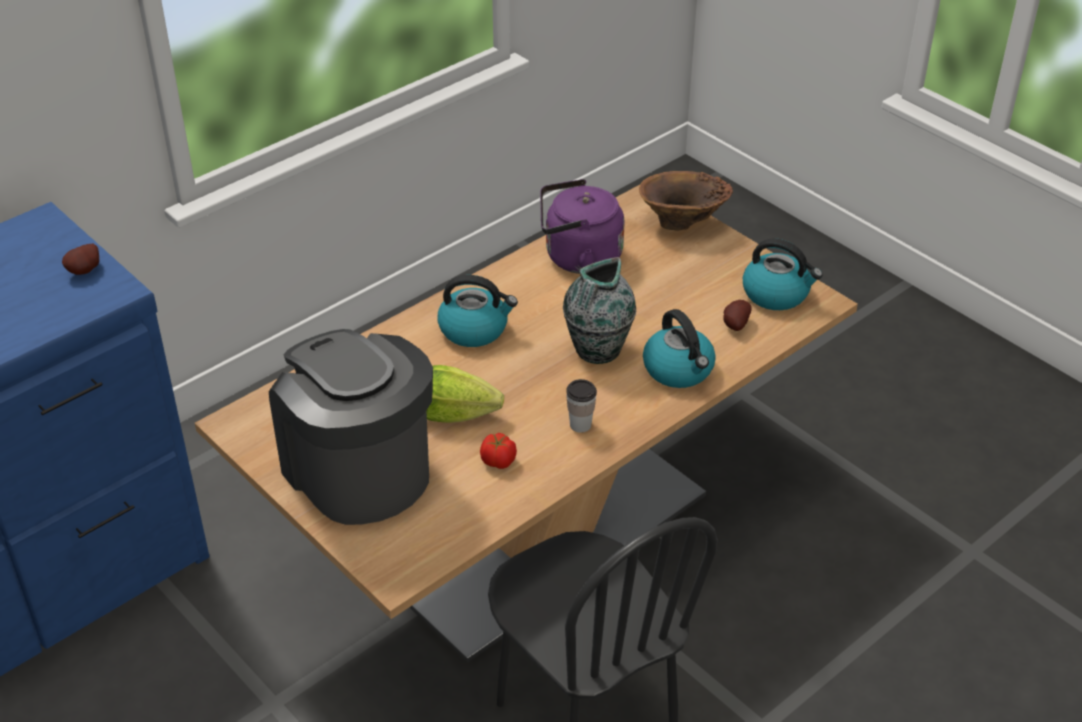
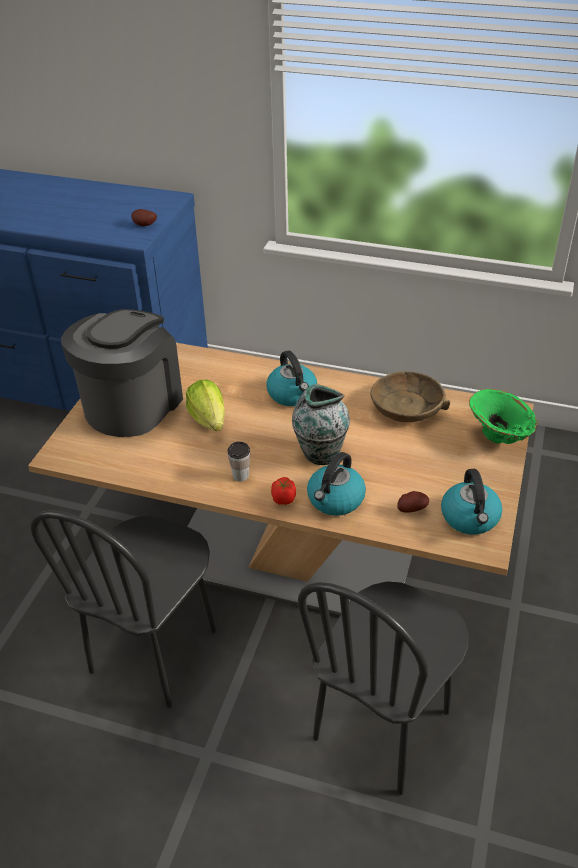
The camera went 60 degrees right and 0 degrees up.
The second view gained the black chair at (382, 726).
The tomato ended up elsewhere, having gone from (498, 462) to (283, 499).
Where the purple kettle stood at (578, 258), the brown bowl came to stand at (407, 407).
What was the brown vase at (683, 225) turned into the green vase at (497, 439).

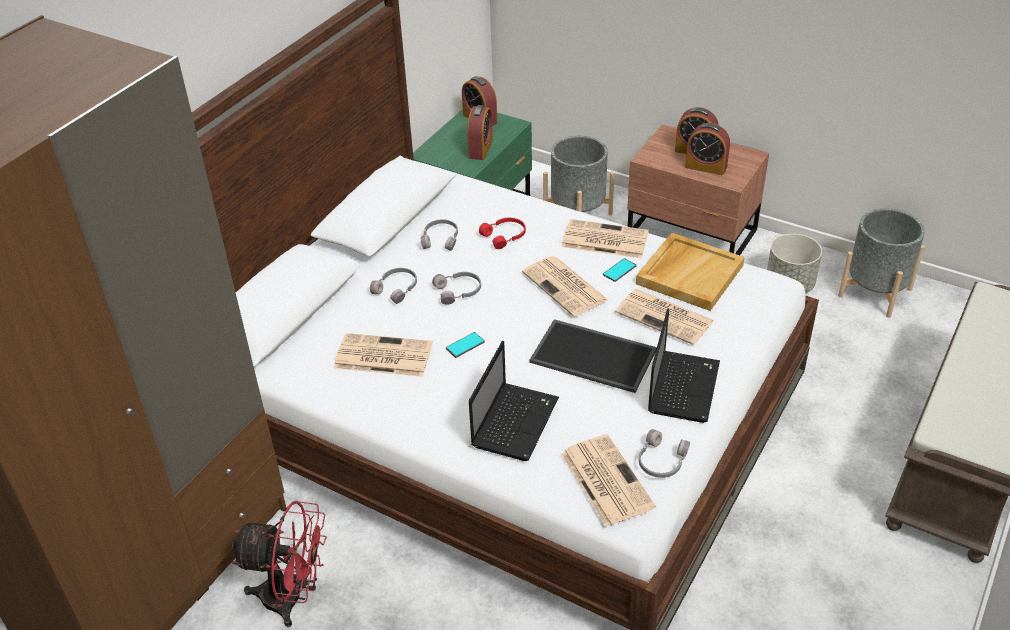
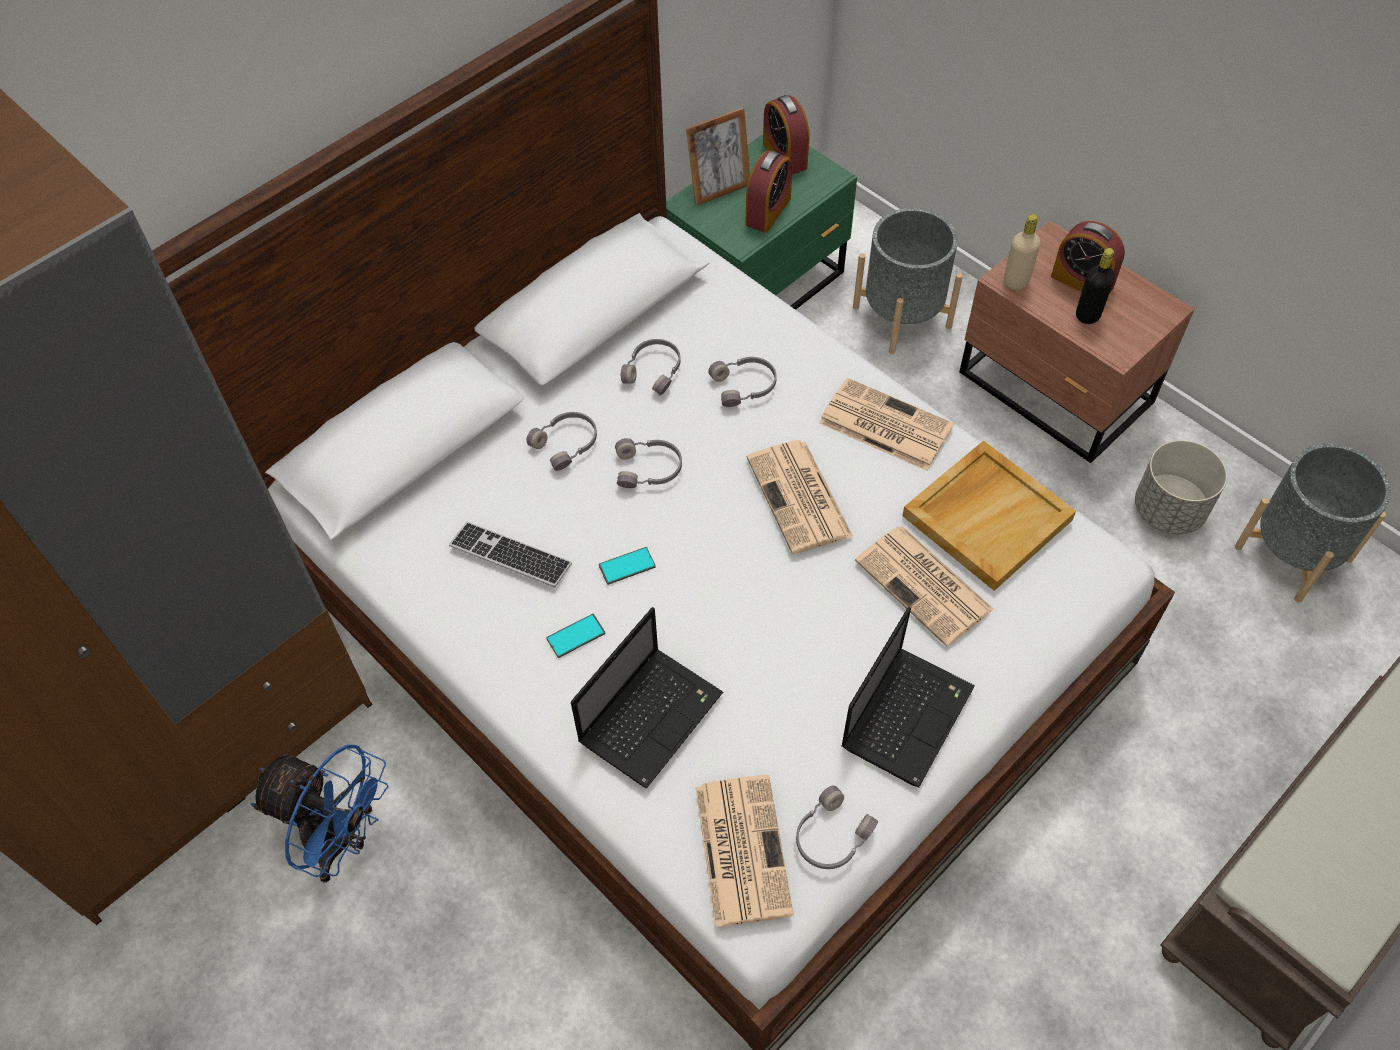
The camera went 15 degrees right and 15 degrees up.
The second view lost the tray at (595, 355).
The second view gained the picture frame at (719, 190).
The second view gained the beige bottle at (1015, 282).
The phone ended up elsewhere, having gone from (619, 270) to (575, 636).
Where the newspaper stood at (382, 356), the keyboard came to stand at (510, 556).
Where the alarm clock stood at (706, 167), the black bottle came to stand at (1087, 315).
What was the red fan at (293, 598) turned into the blue fan at (342, 841).
What was the red headphones at (505, 236) turned into the grey headphones at (745, 386).

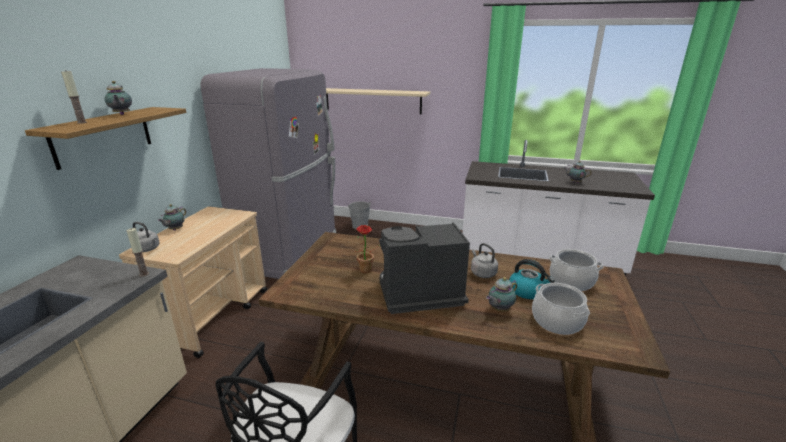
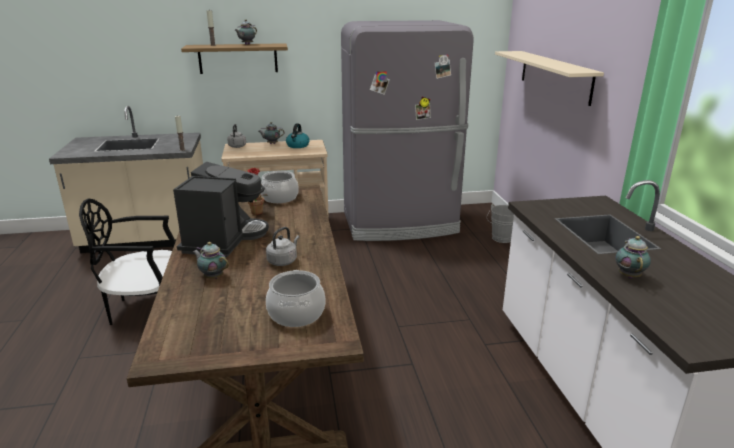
The camera went 65 degrees right and 0 degrees up.
The kettle ended up elsewhere, having gone from (527, 291) to (297, 146).
The cooking pot ended up elsewhere, having gone from (557, 321) to (280, 198).
The coffee machine at (418, 294) ended up facing another way, 45 degrees clockwise from before.

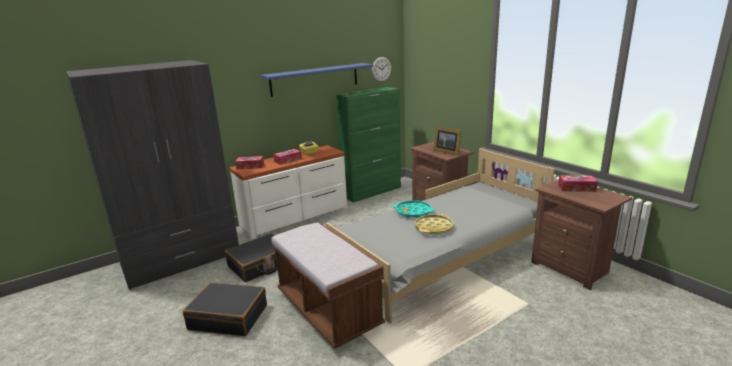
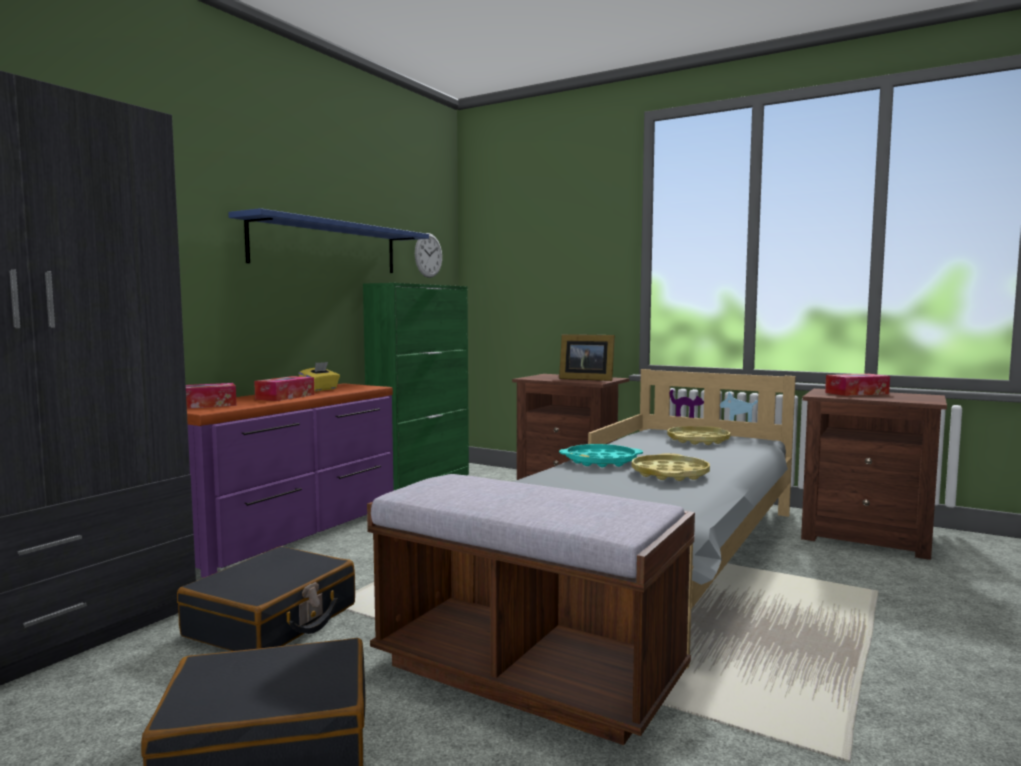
The camera went 25 degrees left and 15 degrees down.
The second view gained the yellow tray at (698, 440).
What was the white dresser at (295, 217) turned into the purple dresser at (291, 533).

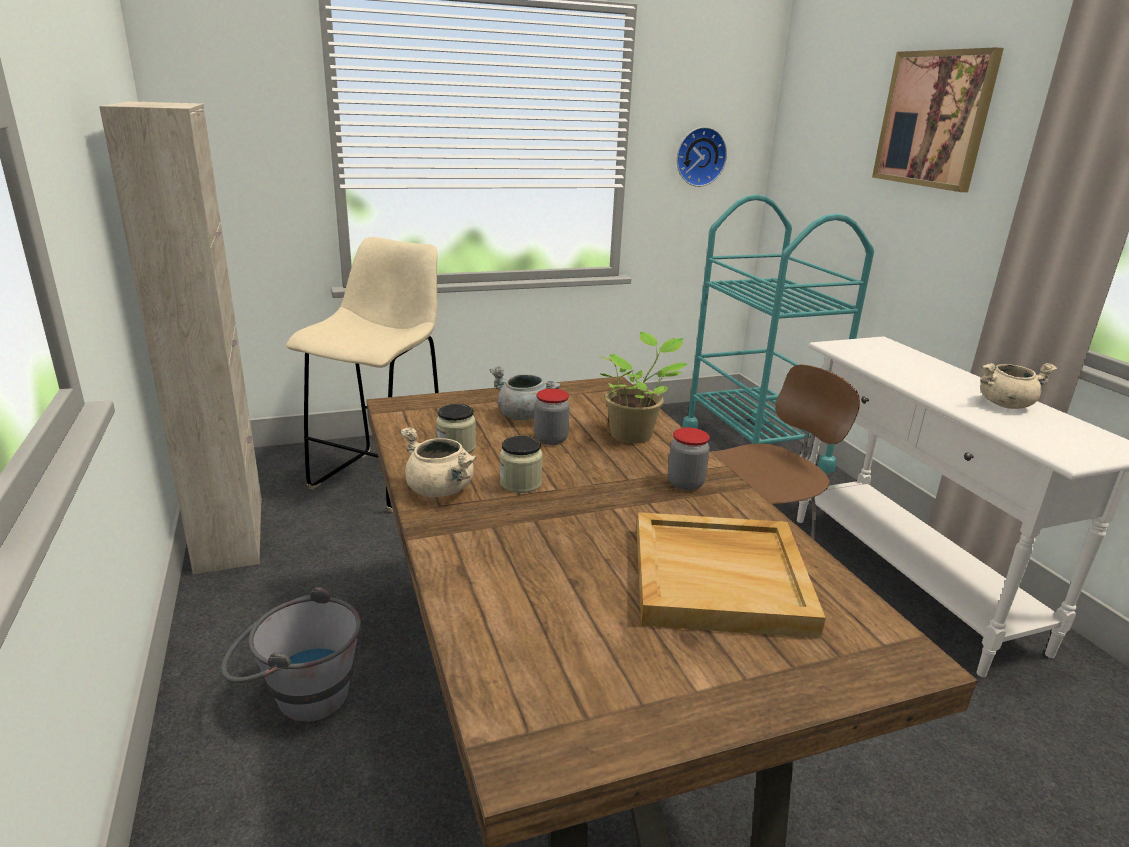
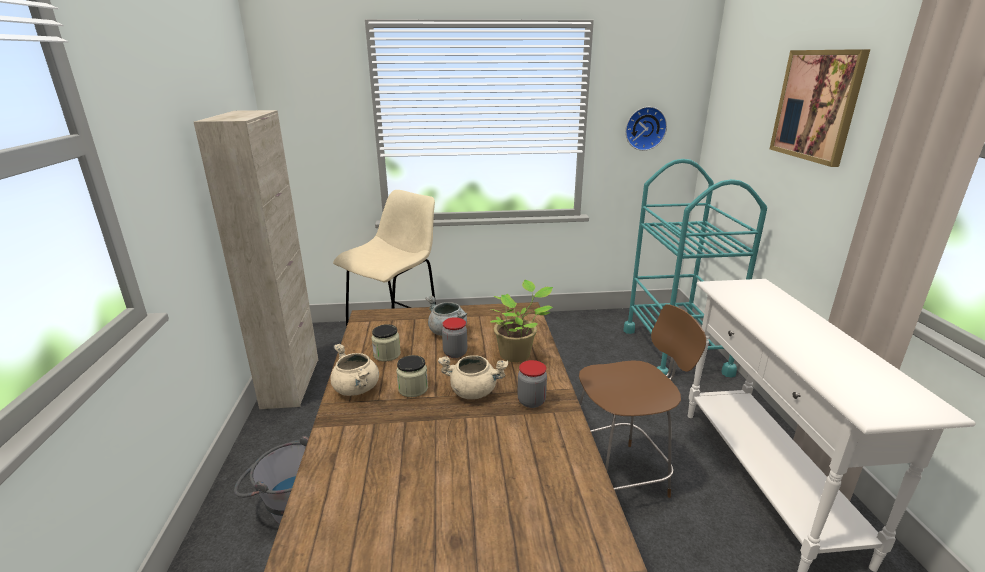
The camera went 15 degrees right and 0 degrees up.
The second view lost the beige tray at (720, 577).
The beige cooking pot ended up elsewhere, having gone from (1005, 404) to (474, 391).

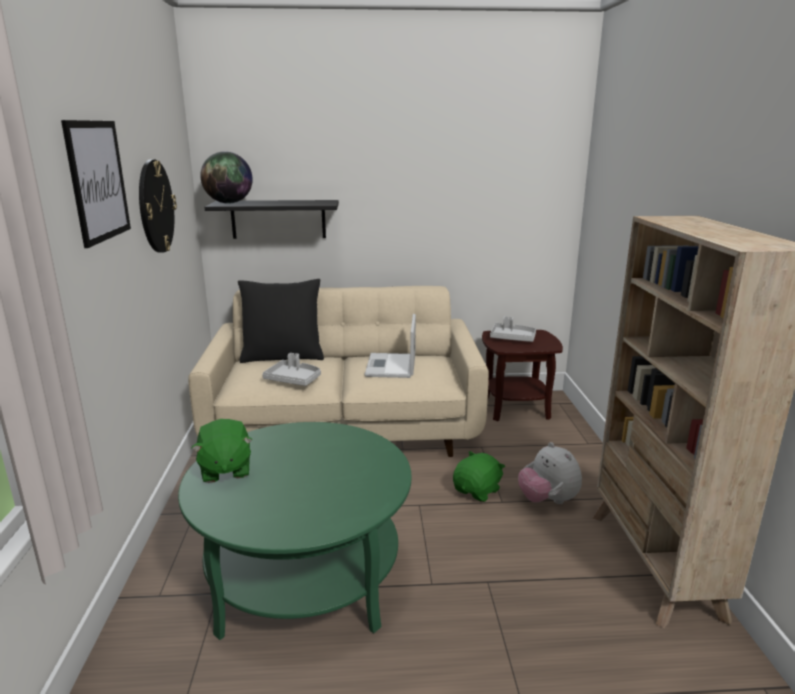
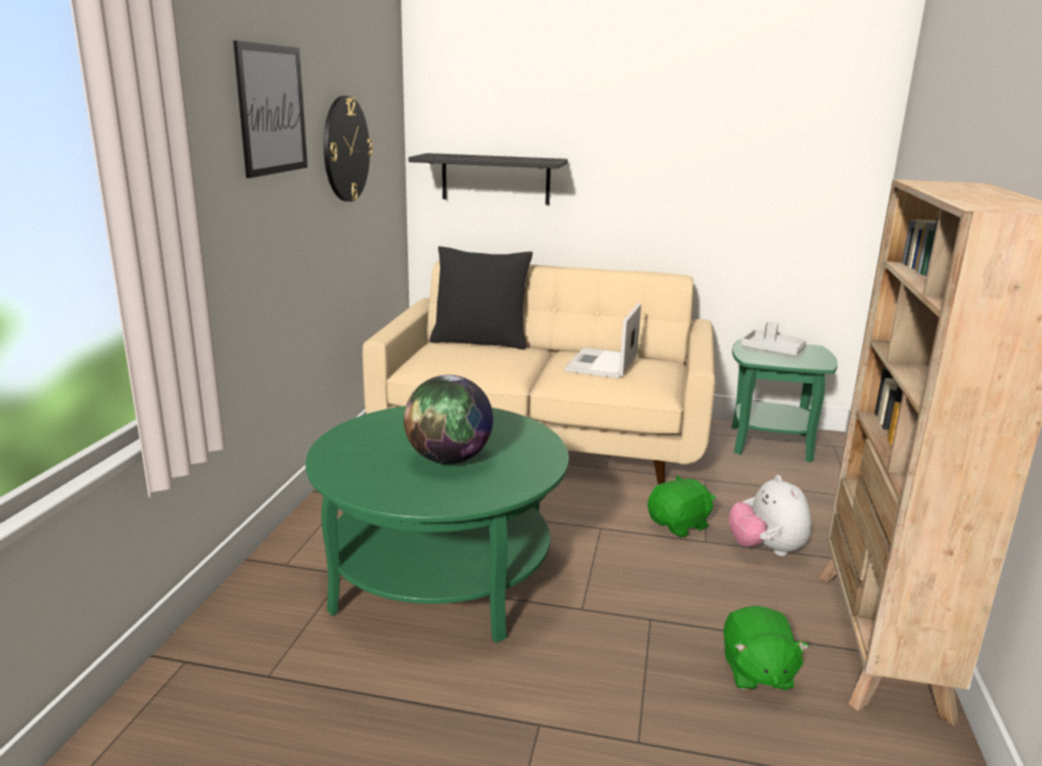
The camera went 15 degrees right and 0 degrees up.
The second view lost the grey tray at (293, 379).
The green plush toy ended up elsewhere, having gone from (225, 469) to (756, 672).
The globe ended up elsewhere, having gone from (229, 203) to (449, 459).
What was the brown side table at (516, 407) turned into the green side table at (770, 443).

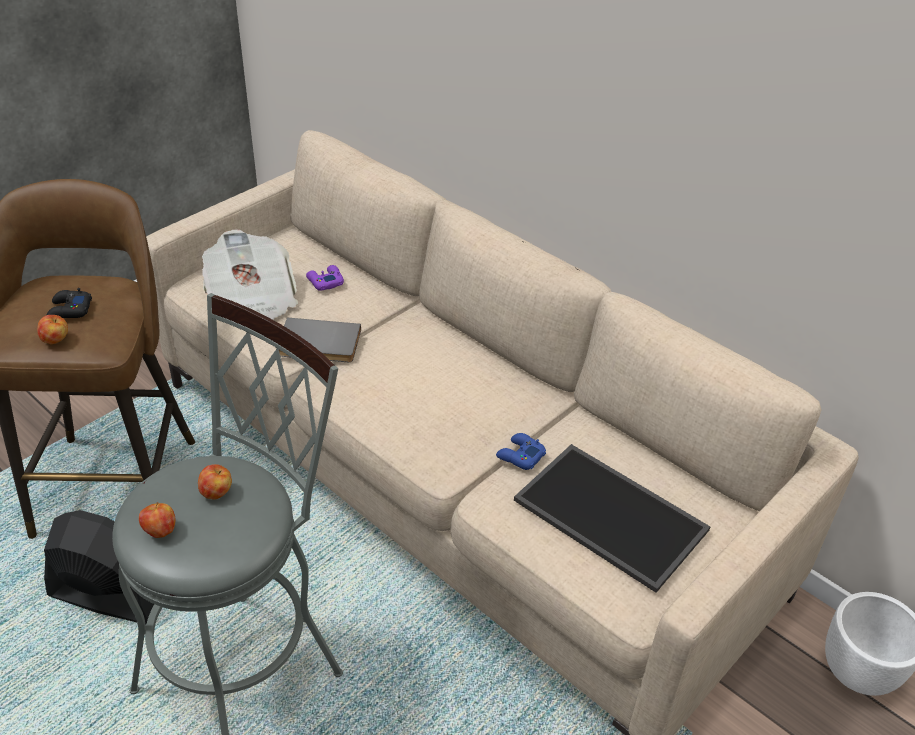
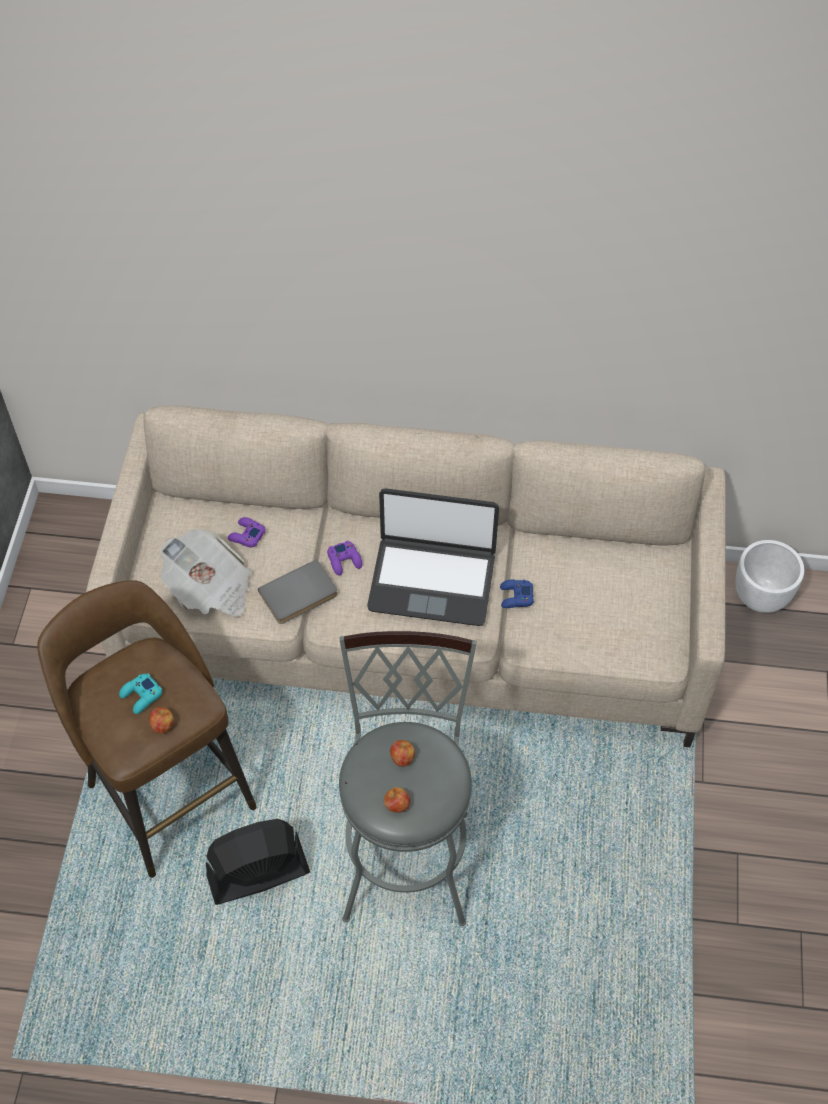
The camera went 35 degrees left and 15 degrees up.
The second view lost the tray at (613, 514).
The second view gained the purple game controller at (344, 560).
The second view gained the laptop at (432, 581).
What was the black game controller at (69, 310) turned into the turquoise game controller at (141, 696).

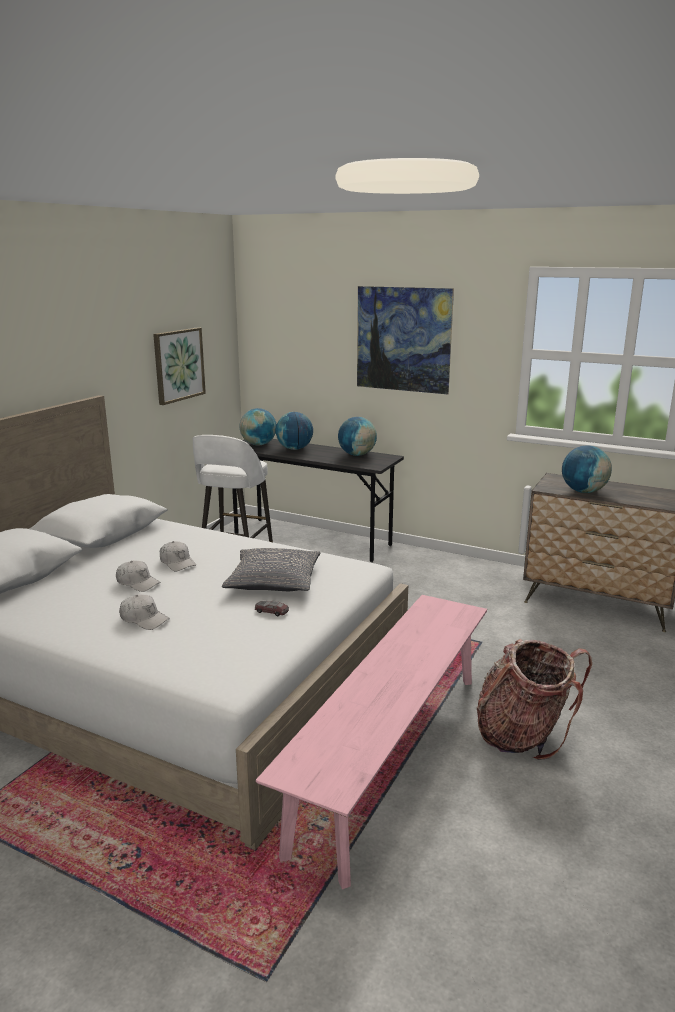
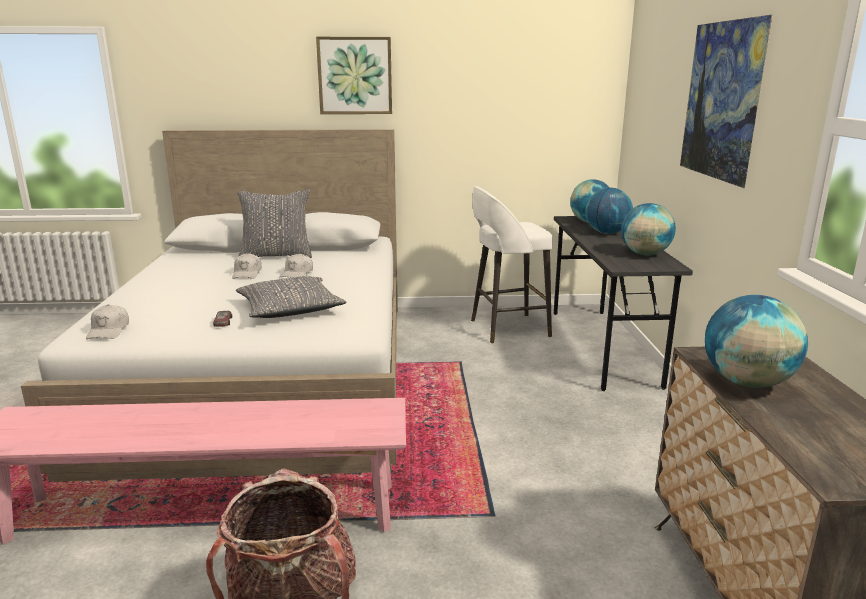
The camera went 60 degrees right and 0 degrees up.
The second view gained the grey pillow at (277, 255).
The white cap ended up elsewhere, having gone from (144, 619) to (109, 330).
The picture ended up elsewhere, having gone from (178, 365) to (355, 76).

